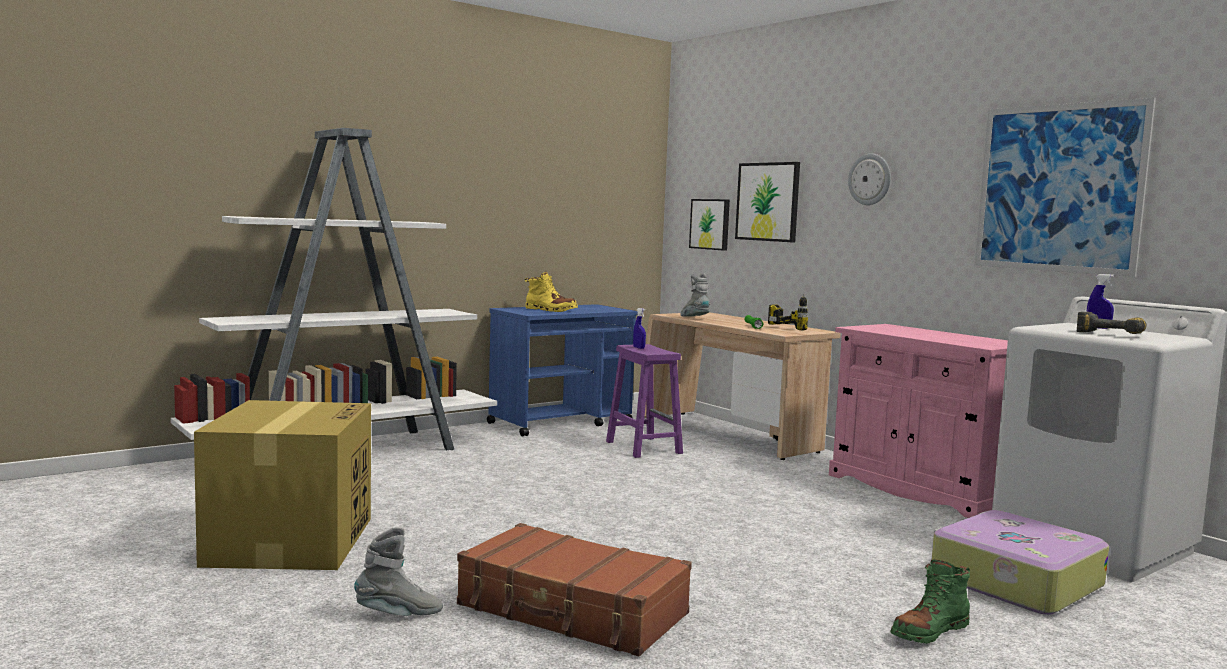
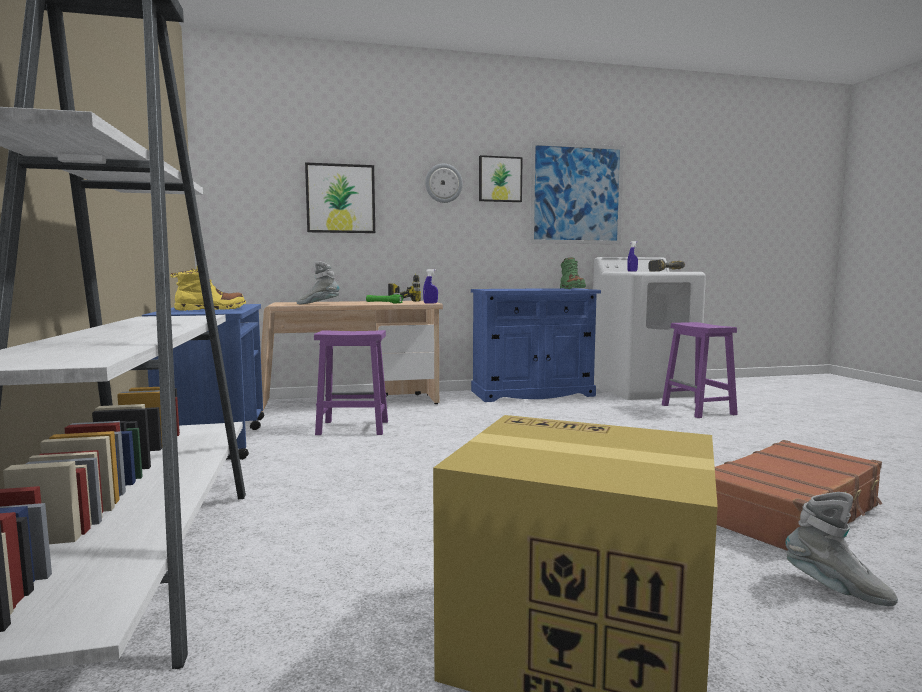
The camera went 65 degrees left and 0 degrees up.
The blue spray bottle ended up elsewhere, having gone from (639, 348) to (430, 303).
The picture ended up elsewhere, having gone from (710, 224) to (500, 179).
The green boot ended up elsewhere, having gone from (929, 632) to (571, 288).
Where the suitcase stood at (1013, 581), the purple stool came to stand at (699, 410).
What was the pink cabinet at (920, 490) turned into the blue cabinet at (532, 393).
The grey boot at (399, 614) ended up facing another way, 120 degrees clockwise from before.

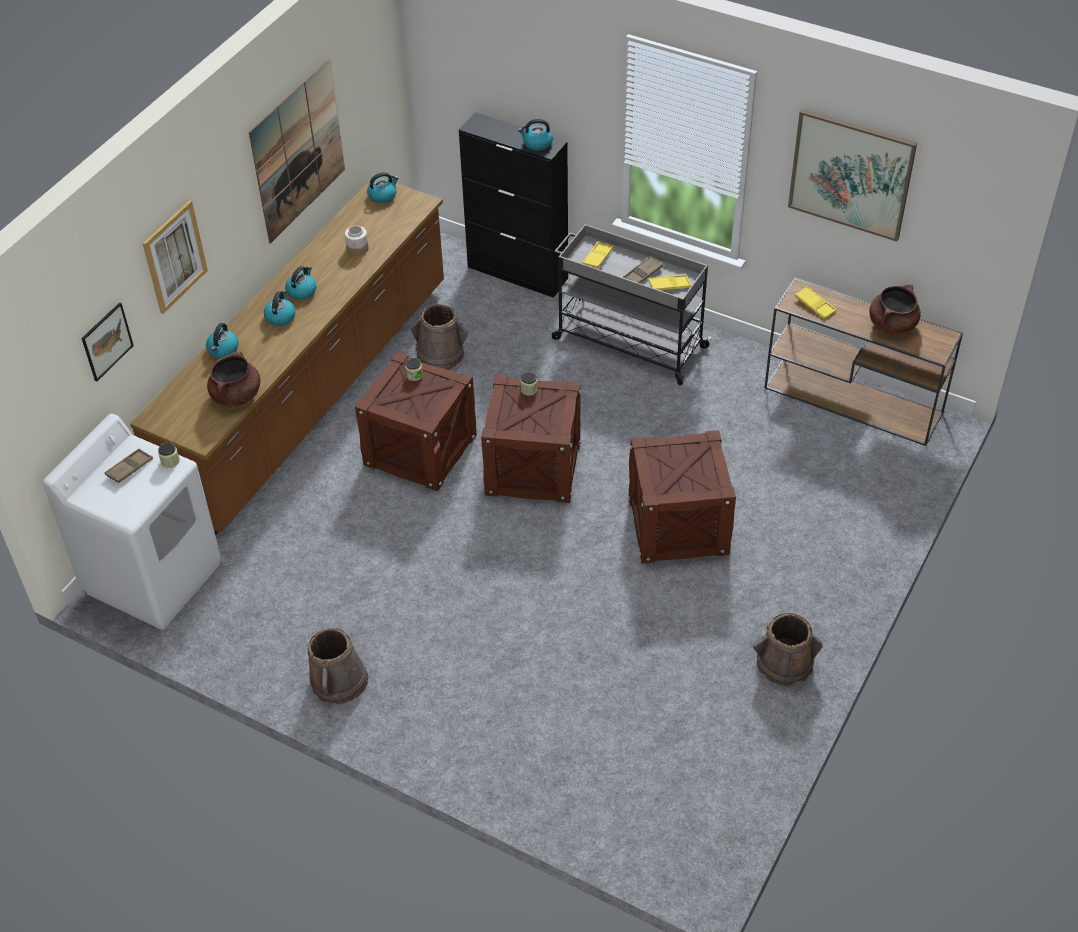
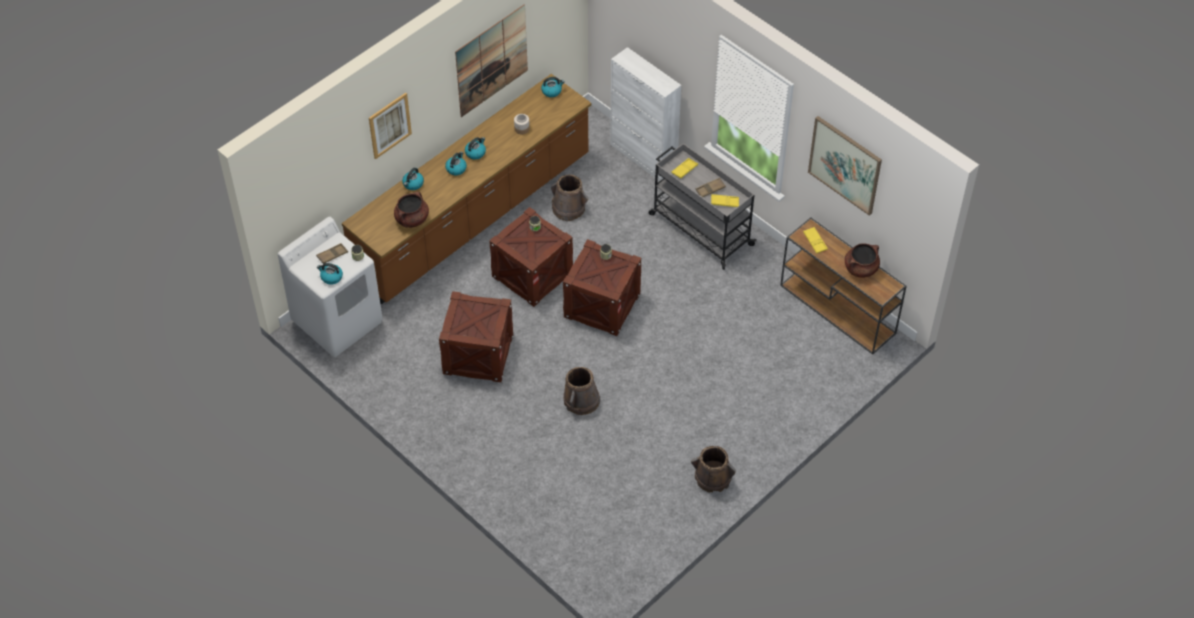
The camera went 15 degrees right and 5 degrees up.
The second view lost the picture at (107, 341).
The brown bucket ended up elsewhere, having gone from (339, 681) to (581, 400).
The kettle ended up elsewhere, having gone from (537, 143) to (331, 277).
The crate ended up elsewhere, having gone from (678, 525) to (478, 354).
What was the black cabinet at (518, 273) turned into the white cabinet at (643, 157).

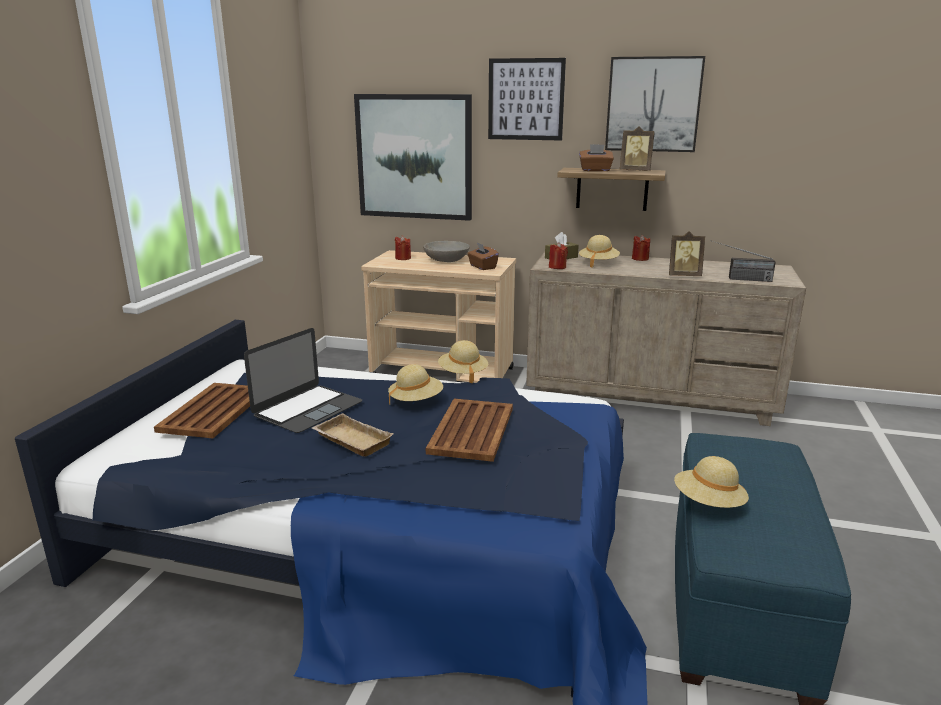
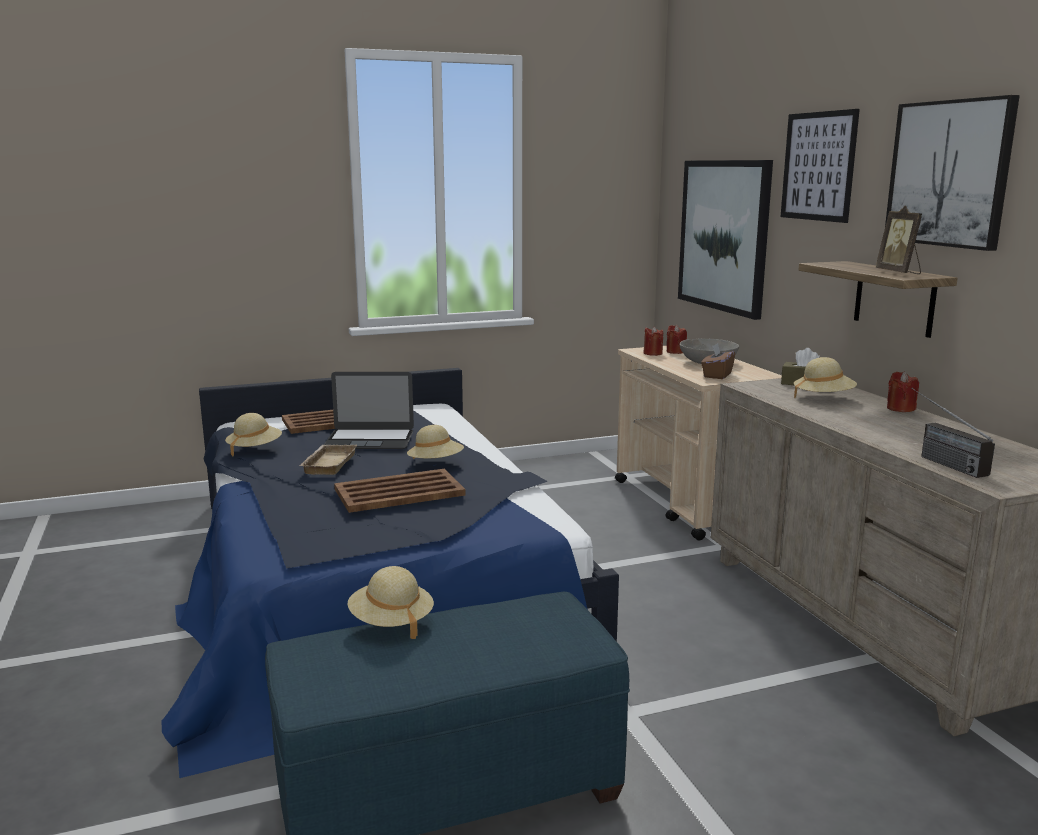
The camera went 55 degrees right and 5 degrees down.
The second view lost the brown tissue box at (595, 170).
The second view lost the picture frame at (683, 276).
The beige hat ended up elsewhere, having gone from (463, 374) to (254, 449).
The red candle ended up elsewhere, having gone from (557, 267) to (652, 353).

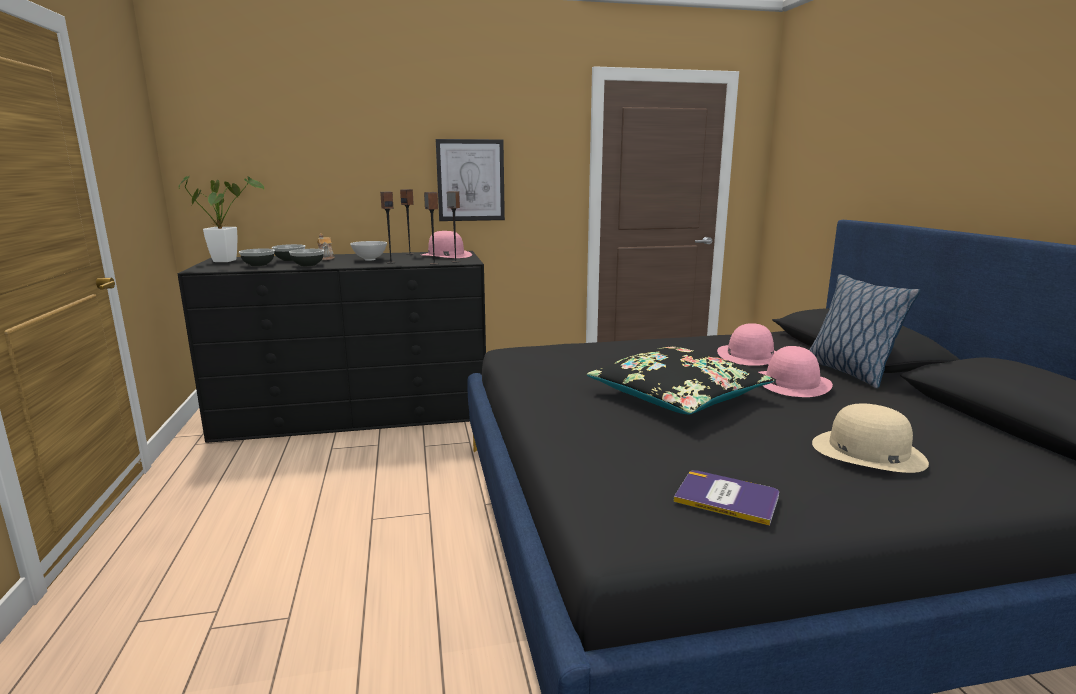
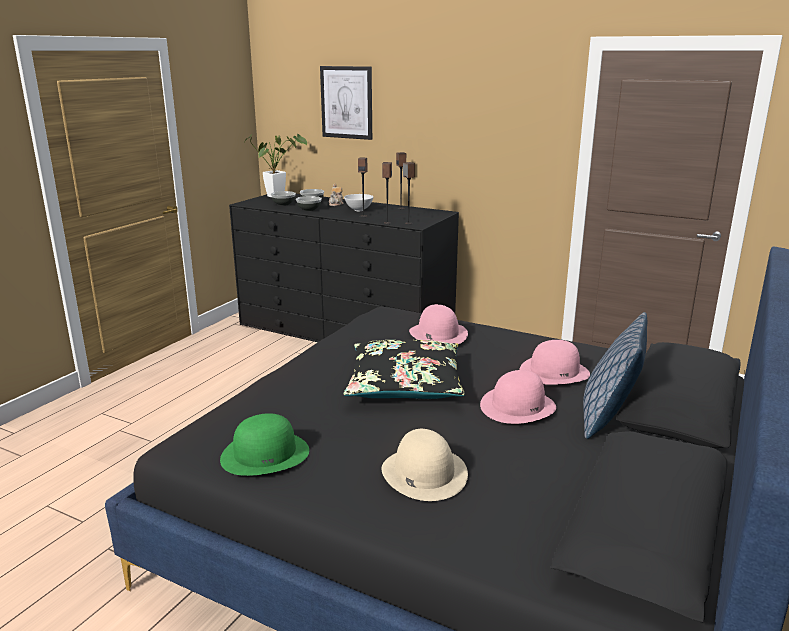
The camera went 40 degrees right and 5 degrees up.
The pink hat ended up elsewhere, having gone from (446, 255) to (438, 334).
The picture ended up elsewhere, having gone from (470, 180) to (346, 102).
Where the book stood at (727, 498), the green hat came to stand at (265, 454).

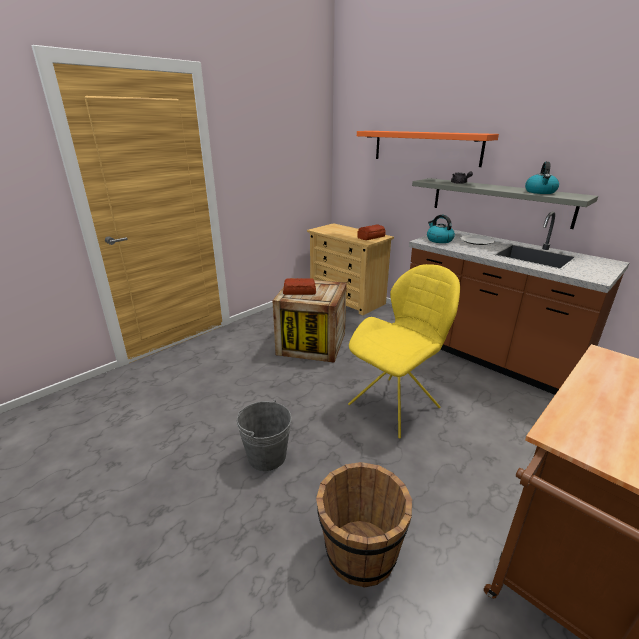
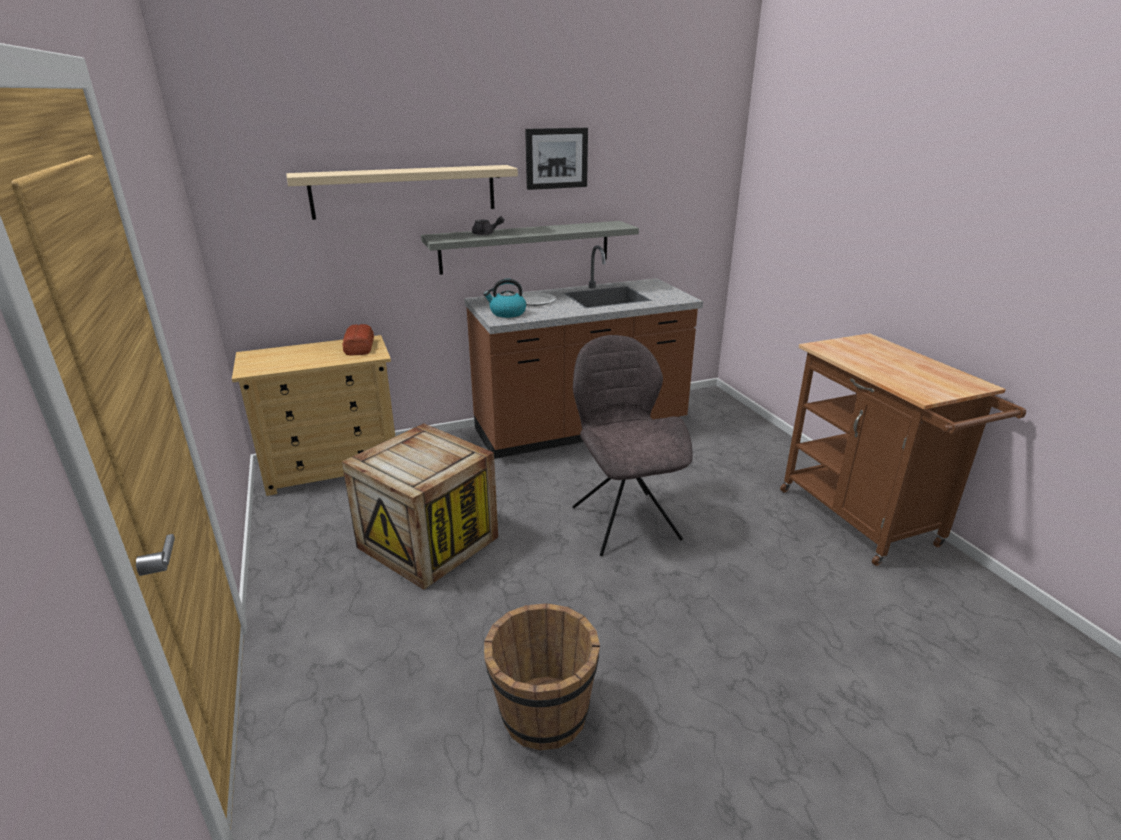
The camera went 65 degrees left and 0 degrees up.
The second view lost the grey bucket at (267, 456).
The second view lost the bread at (300, 292).
The second view lost the kettle at (540, 192).
The second view gained the picture at (556, 158).
The brown bucket ended up elsewhere, having gone from (360, 551) to (543, 714).
What was the yellow chair at (396, 405) turned into the grey chair at (624, 520).
What was the orange shelf at (425, 147) turned into the beige shelf at (404, 191).

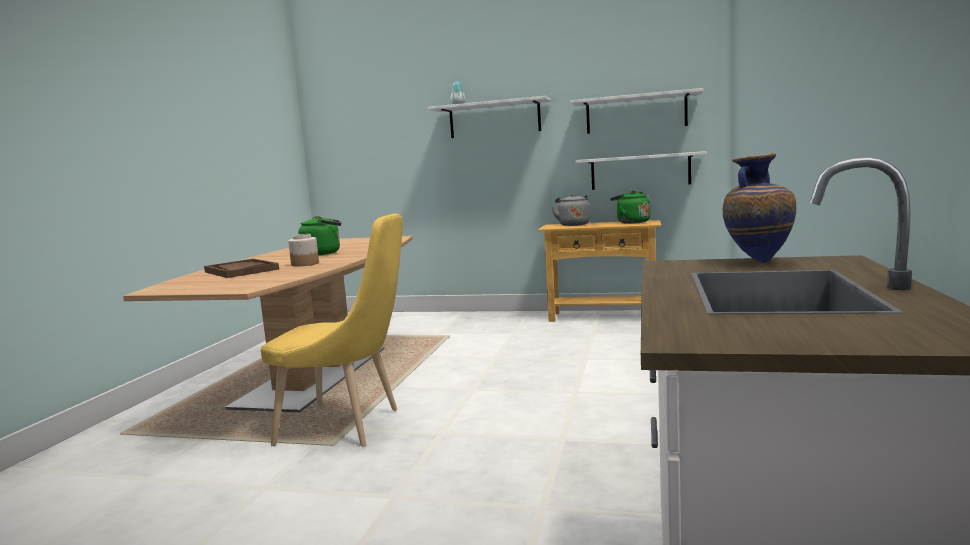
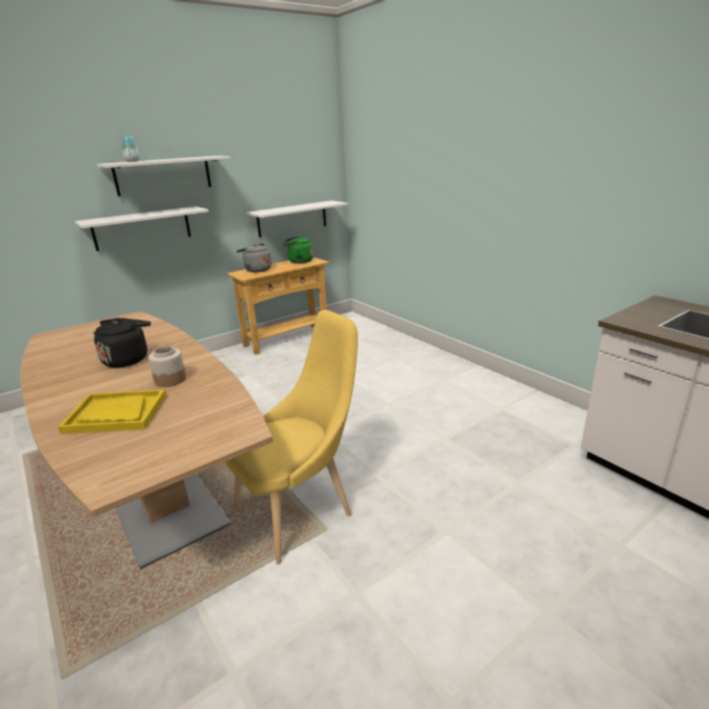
The camera went 50 degrees left and 15 degrees up.
The second view lost the vase at (757, 262).
The white shelf ended up elsewhere, having gone from (636, 113) to (142, 228).
What was the brown tray at (241, 270) turned into the yellow tray at (116, 414).
What was the green kettle at (324, 253) turned into the black kettle at (127, 359).

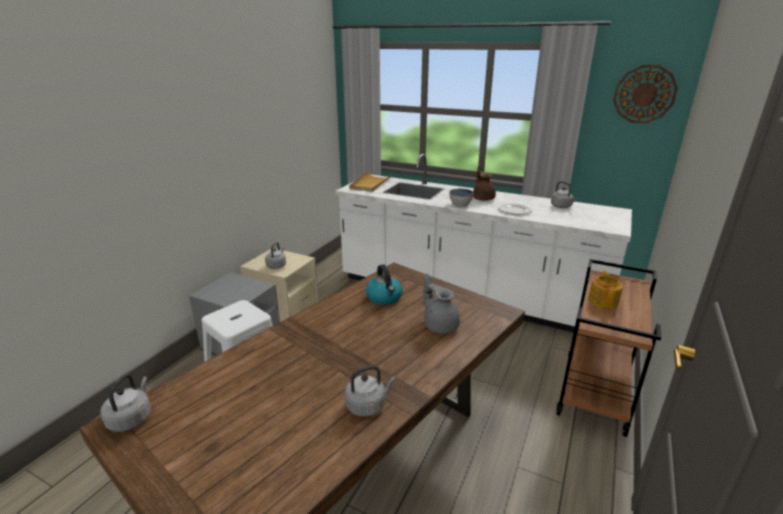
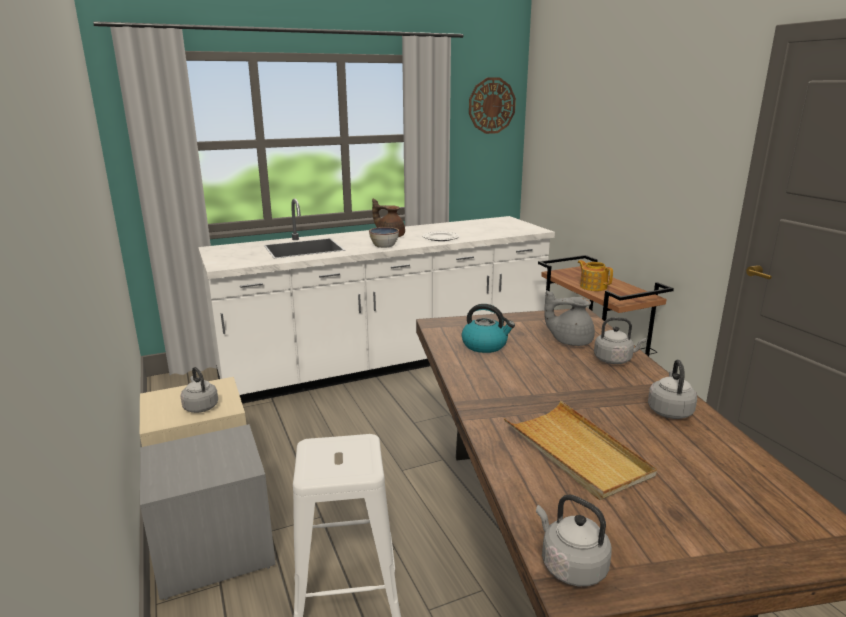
The camera went 50 degrees left and 5 degrees down.
The beige tray ended up elsewhere, having gone from (370, 184) to (576, 452).
The grey kettle ended up elsewhere, having gone from (562, 207) to (614, 360).

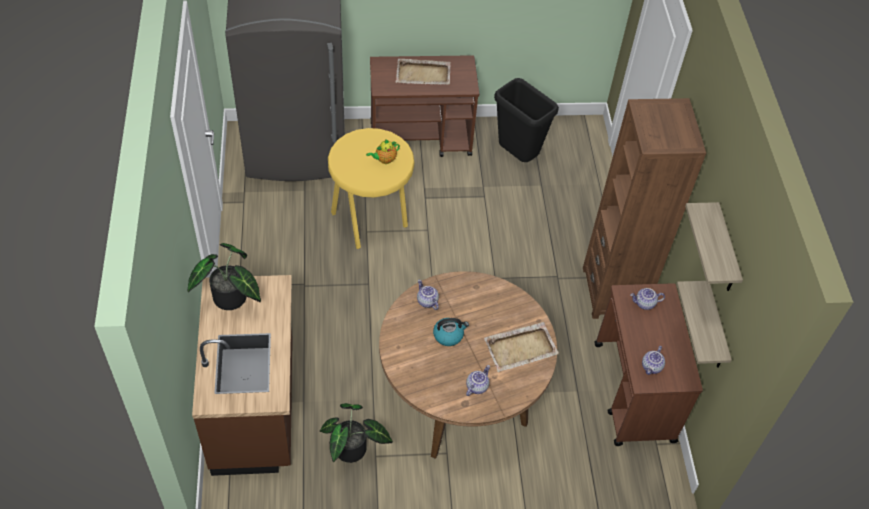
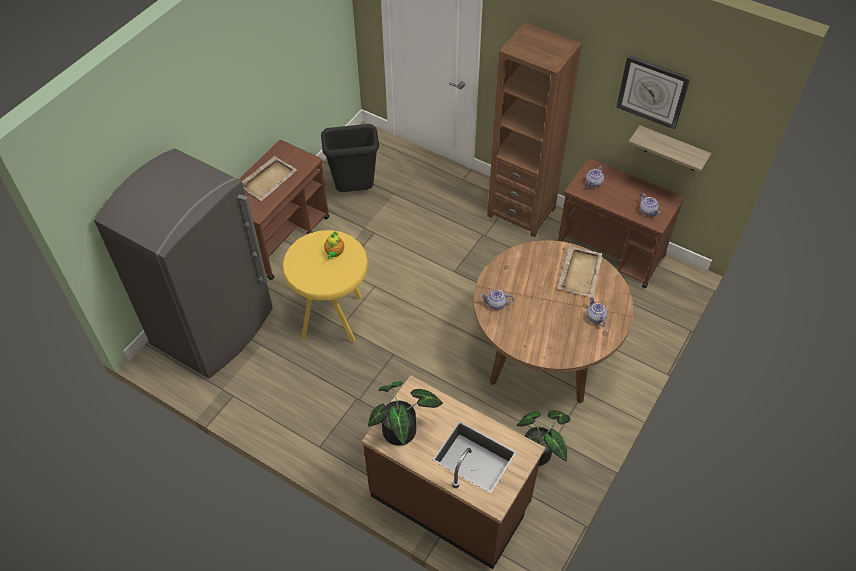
The camera went 50 degrees left and 0 degrees up.
The second view lost the kettle at (448, 335).
Where the shelf hung at (725, 251), the wall clock came to hang at (652, 91).

